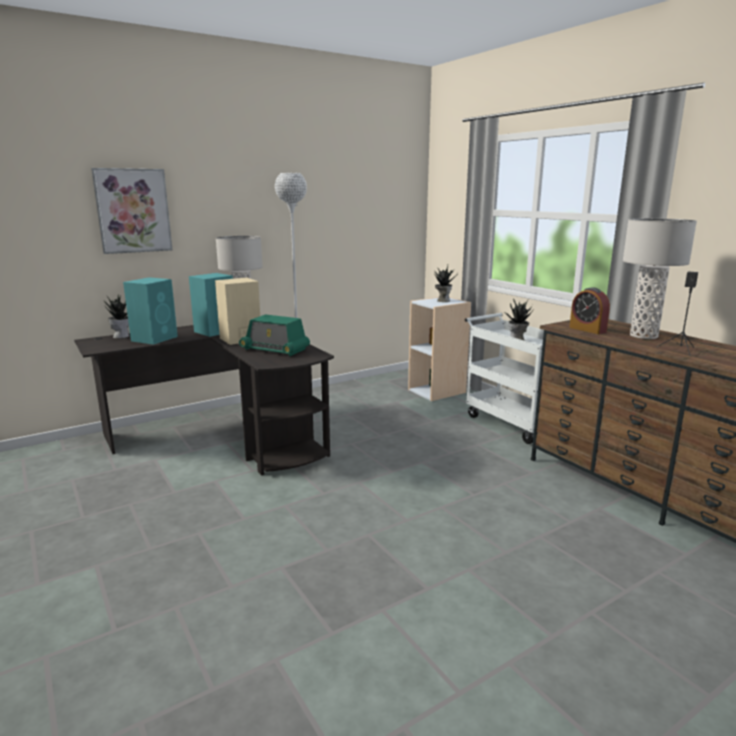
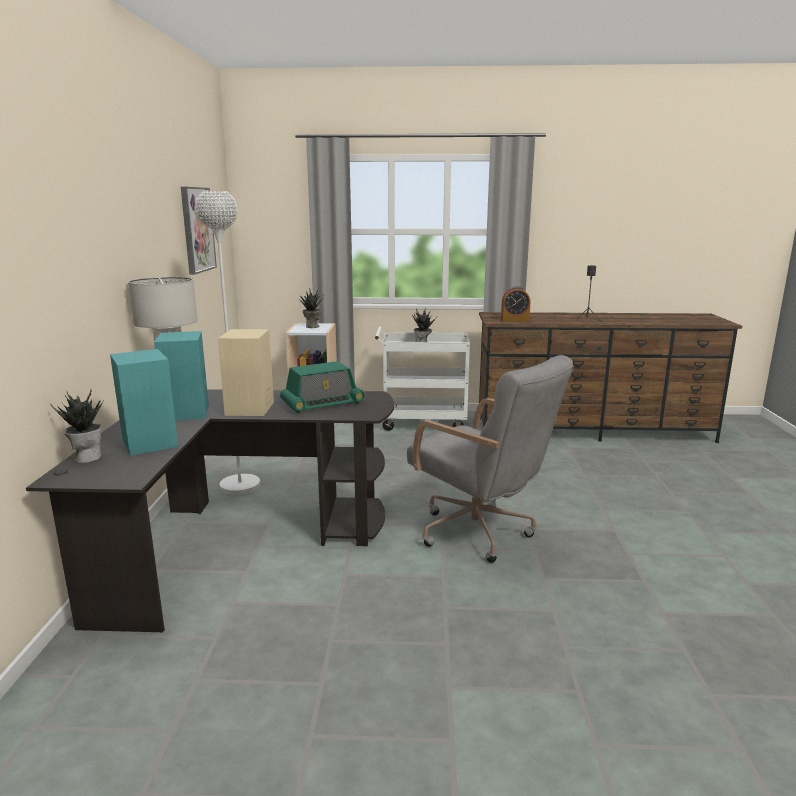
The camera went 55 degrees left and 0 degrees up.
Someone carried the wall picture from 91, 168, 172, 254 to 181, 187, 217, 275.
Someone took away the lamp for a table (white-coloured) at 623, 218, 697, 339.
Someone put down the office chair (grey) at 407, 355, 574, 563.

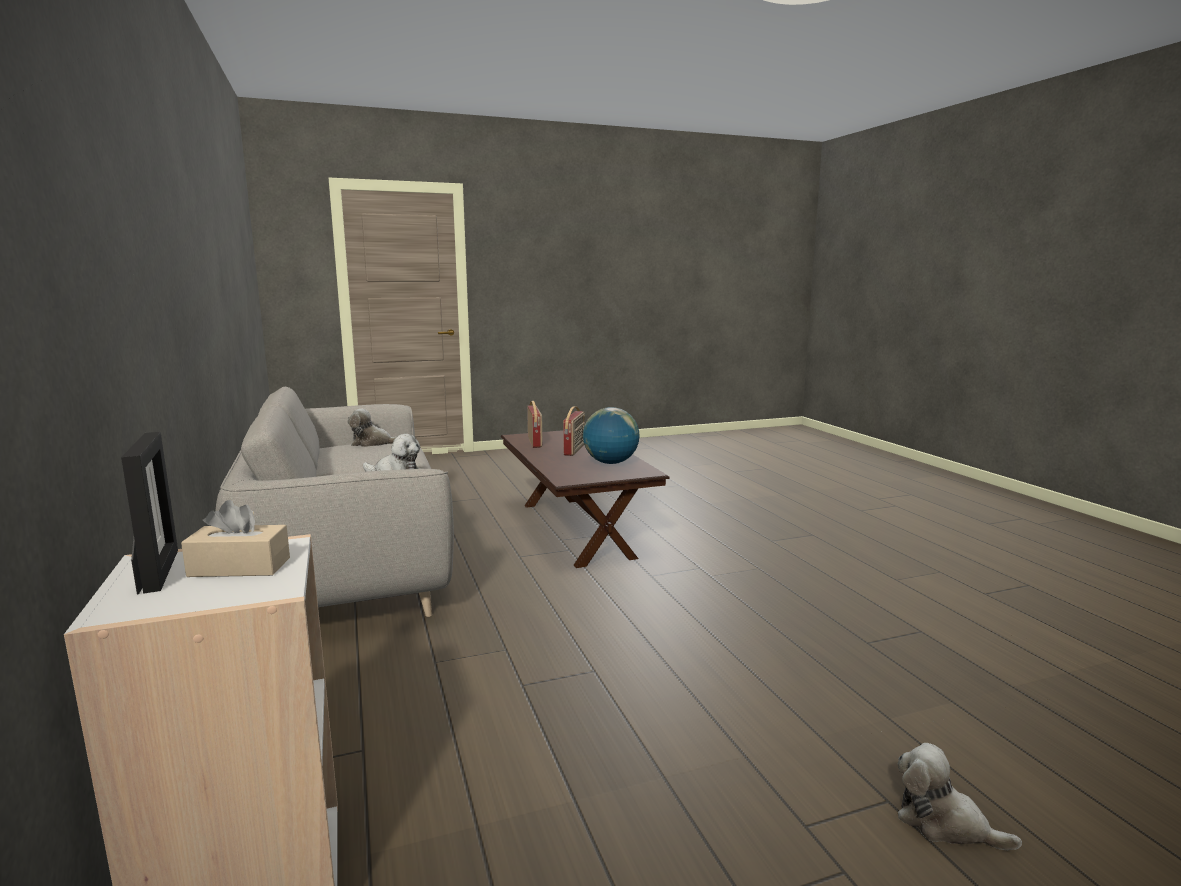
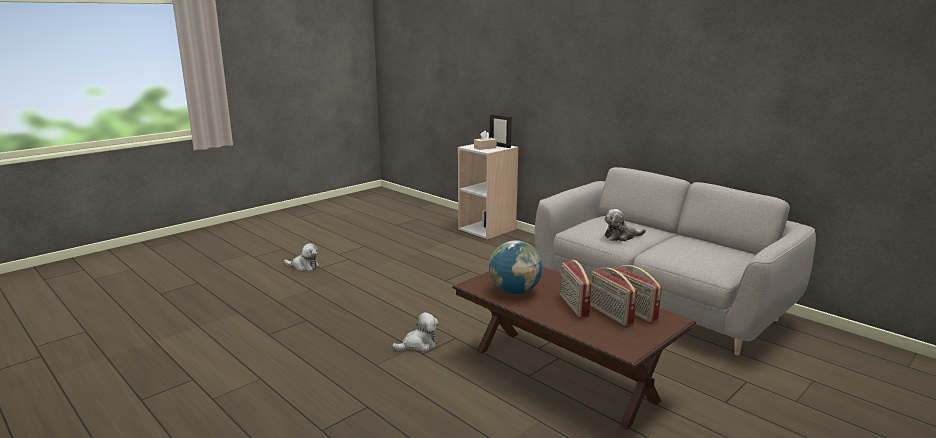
The camera went 155 degrees right and 5 degrees up.
Someone carried the cuddly toy from 348, 409, 399, 447 to 392, 312, 439, 352.
Someone put down the radio set at 590, 267, 637, 326.

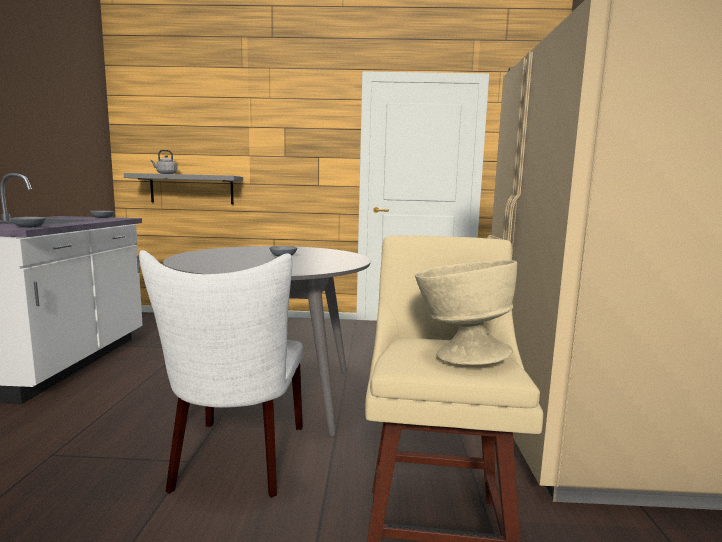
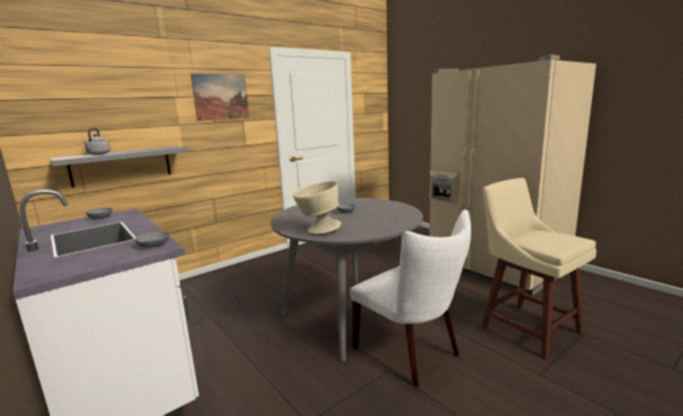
The camera went 40 degrees left and 5 degrees up.
Someone carried the deep dish (beige) from 415, 260, 517, 365 to 292, 181, 341, 234.
Someone put up the wall picture at 191, 73, 249, 121.

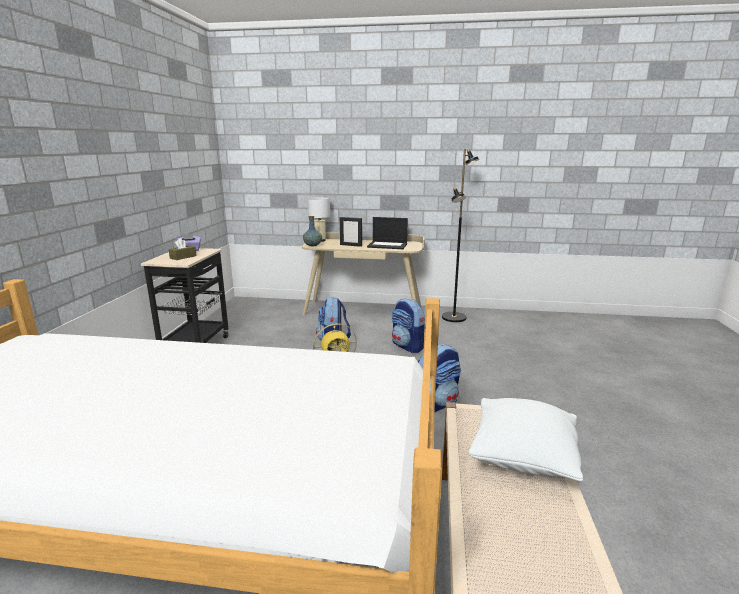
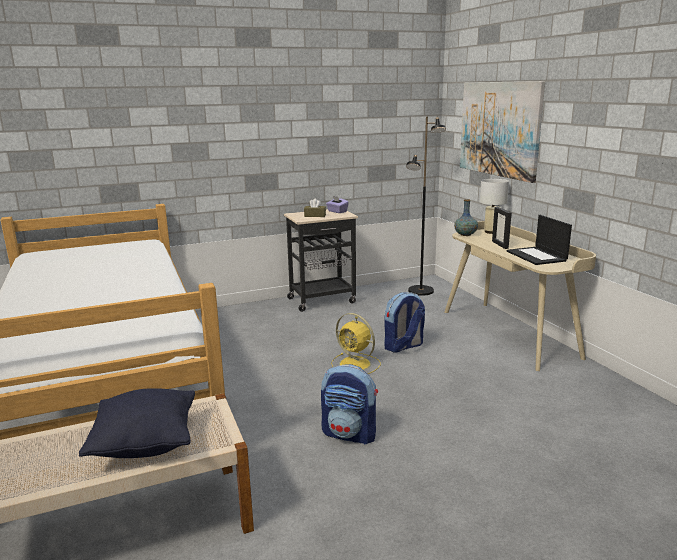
The camera went 60 degrees right and 0 degrees up.
Someone took away the rucksack at 392, 298, 425, 353.
Someone carried the standard lamp (black) from 442, 149, 480, 322 to 406, 117, 446, 296.
Someone repainted the cushion (white-coloured) at 469, 398, 583, 481, which became the cushion (black) at 79, 388, 195, 458.
Someone put up the wall picture at 460, 81, 545, 183.

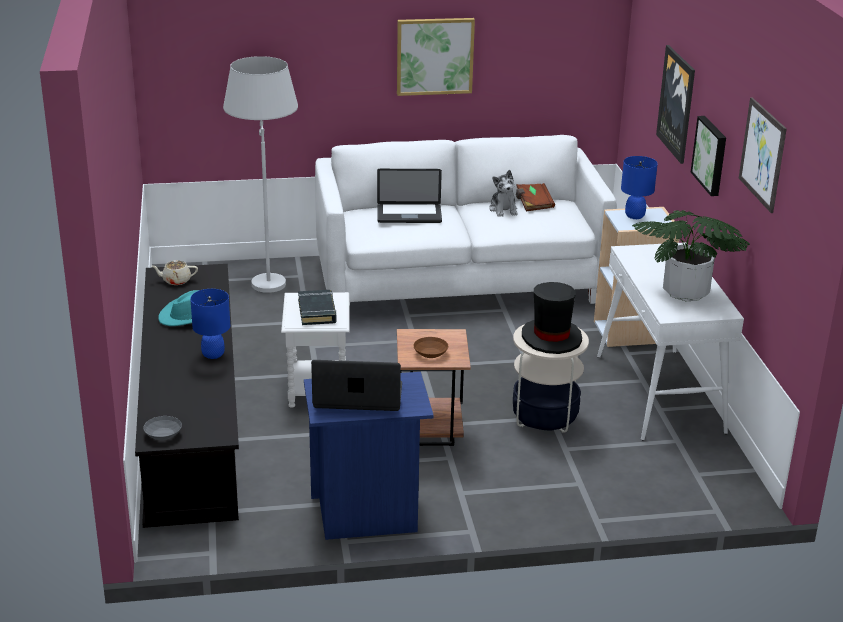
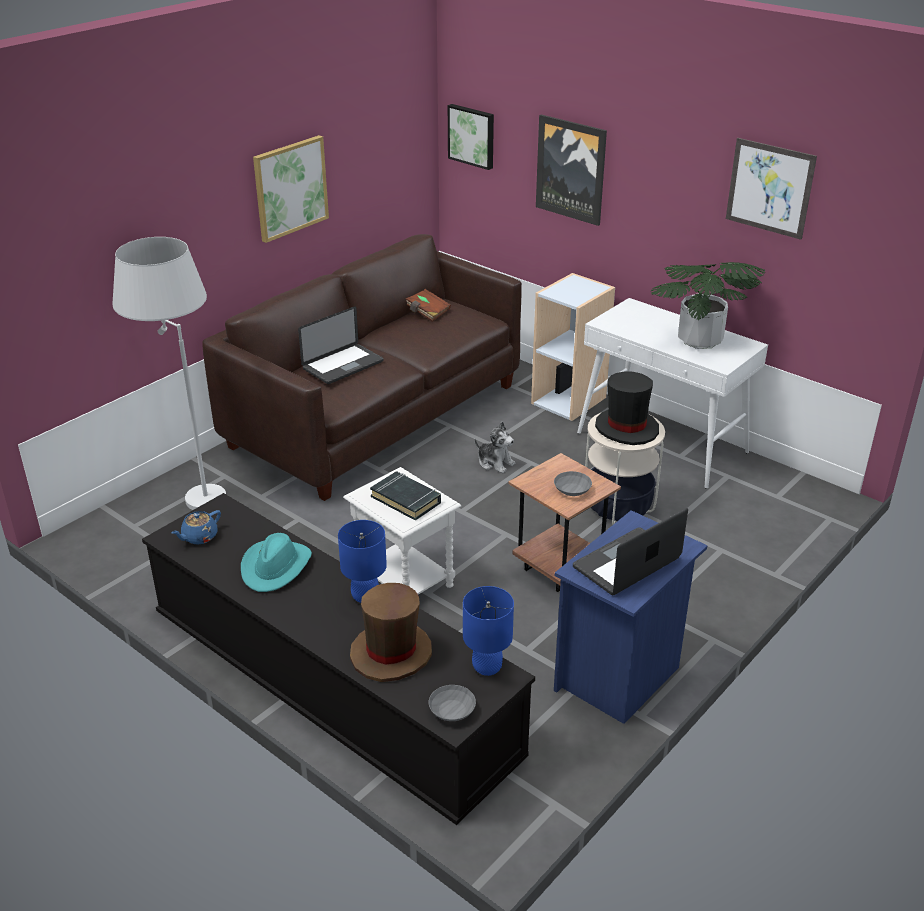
The camera went 40 degrees left and 5 degrees up.
Someone repainted the tea pot (beige) at 151, 260, 198, 285, which became the tea pot (bluish) at 171, 510, 221, 544.
Someone repainted the settee (white-coloured) at 315, 135, 616, 308, which became the settee (brown-coloured) at 203, 234, 522, 501.
Someone repainted the deep dish (brown-coloured) at 413, 337, 448, 358, which became the deep dish (grey) at 554, 471, 592, 496.
Someone carried the cuddly toy from 489, 170, 518, 217 to 475, 422, 515, 473.
Someone carried the lamp for a table (bluish) from 621, 156, 658, 219 to 463, 586, 514, 676.
Someone carried the wall picture from 691, 116, 726, 196 to 448, 104, 494, 170.
Someone put down the hat (brown-coloured) at 350, 583, 432, 682.

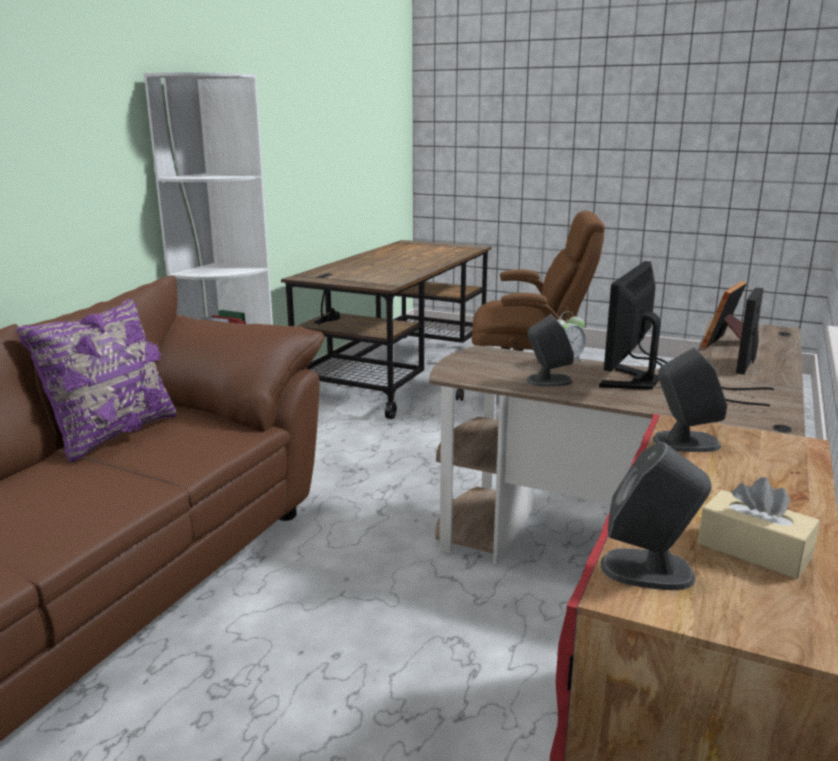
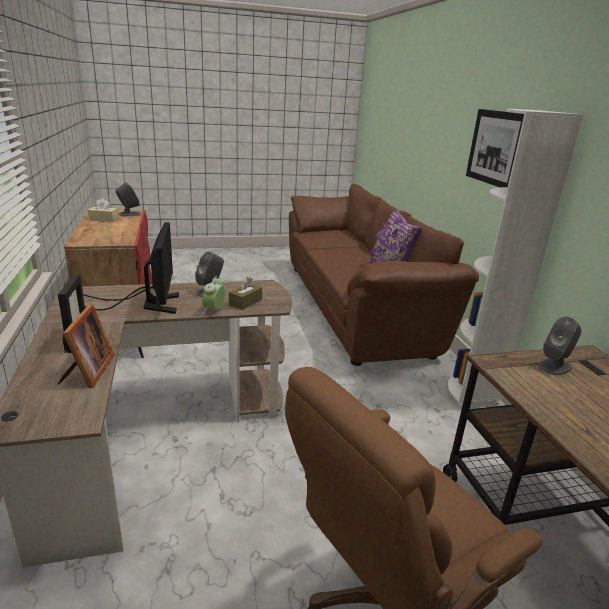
The camera went 140 degrees right and 5 degrees up.
Someone carried the loudspeaker (grey) from 653, 347, 727, 452 to 538, 316, 582, 375.
Someone put down the box of tissues (brown-coloured) at 229, 277, 262, 310.
Someone put up the wall picture at 466, 109, 524, 187.

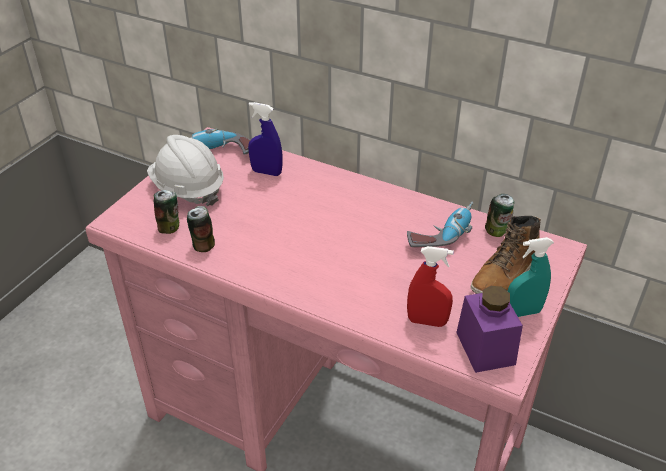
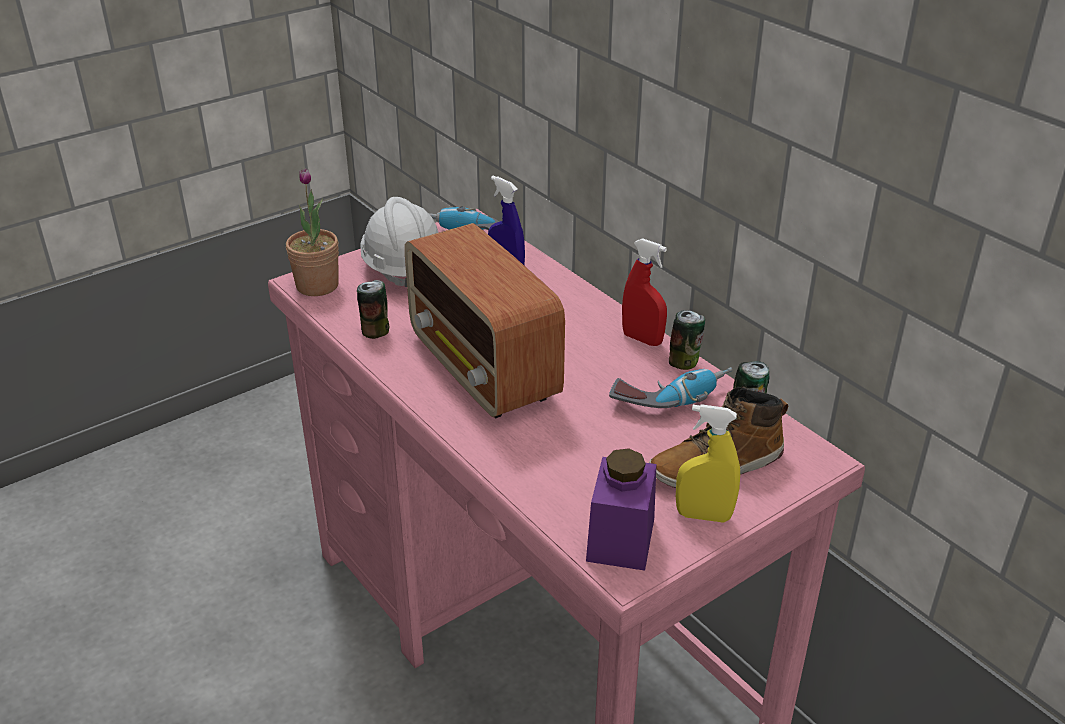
The camera went 25 degrees right and 5 degrees down.
Someone carried the can from 154, 190, 179, 234 to 669, 310, 705, 370.
Someone carried the hand sprayer (red) from 407, 246, 454, 327 to 622, 238, 667, 346.
Someone repainted the hand sprayer (blue-green) at 508, 237, 554, 317, which became the hand sprayer (yellow-coloured) at 676, 404, 740, 523.
Someone put down the houseplant at 286, 168, 339, 296.
Someone put down the radio set at 405, 223, 565, 419.

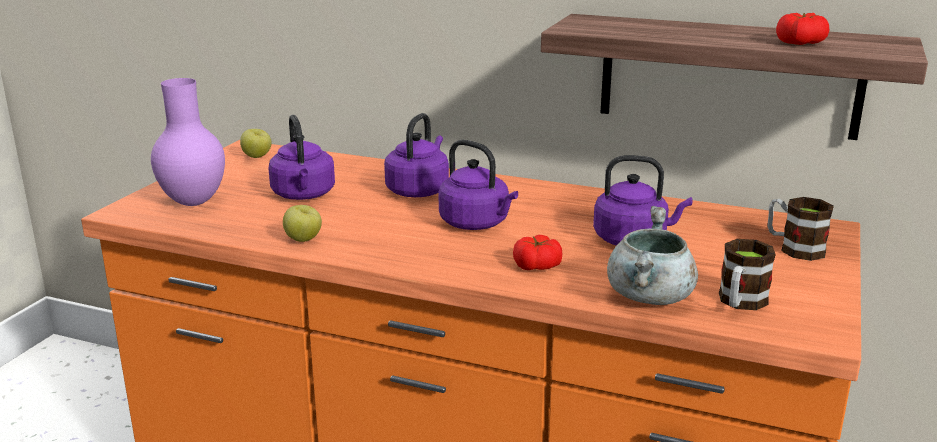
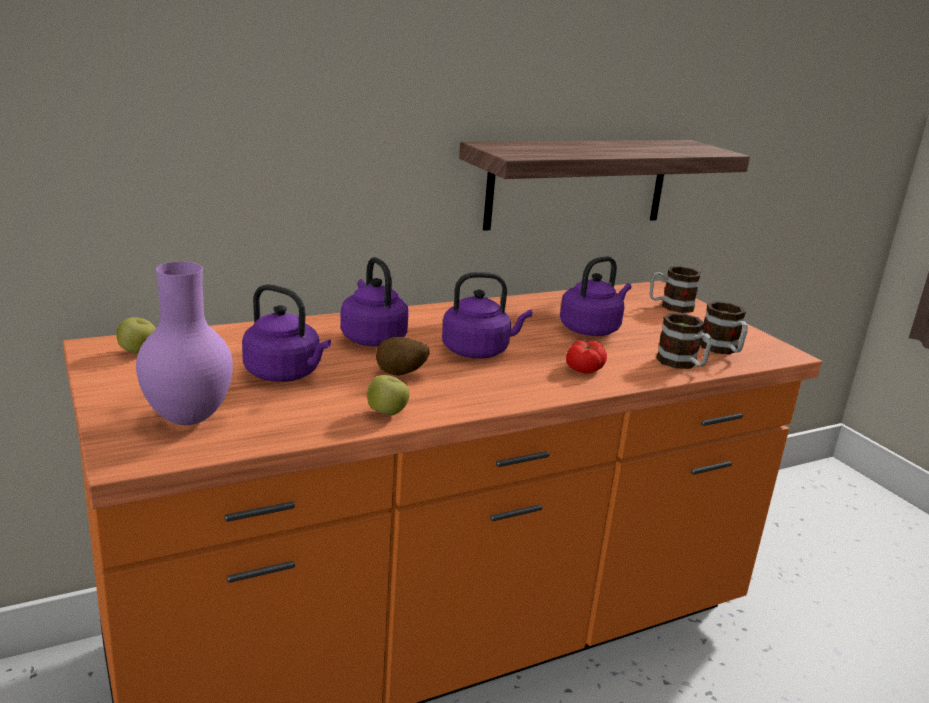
The camera went 50 degrees left and 0 degrees up.
Someone swapped the stockpot (grey) at 607, 206, 698, 305 for the tea mug at 656, 313, 712, 369.
Someone took away the fresh tomato at 776, 13, 829, 45.
Someone put down the spud at 376, 337, 430, 376.

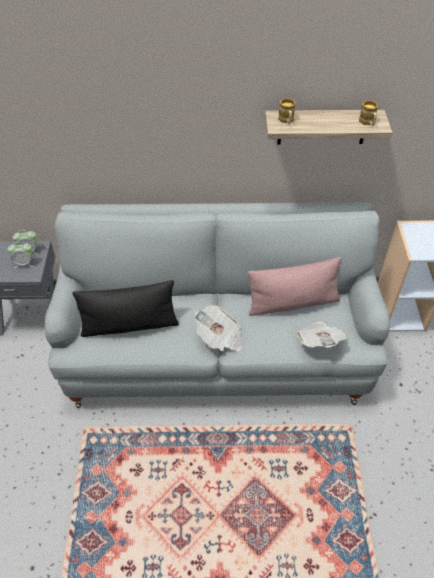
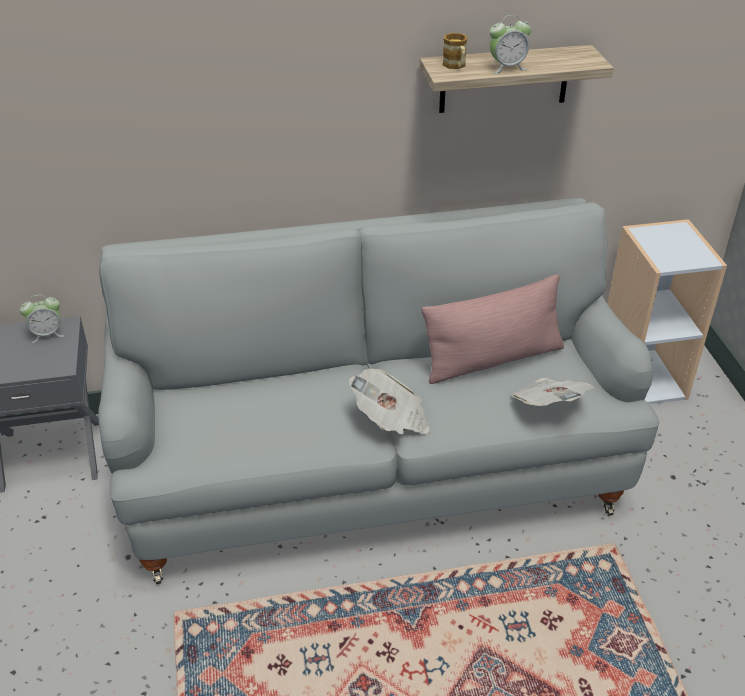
The camera went 10 degrees left and 10 degrees down.
Someone carried the bedside clock from 7, 242, 34, 268 to 490, 15, 531, 73.
Someone took away the cushion (black) at 73, 280, 179, 337.
Someone took away the tea mug at 359, 100, 378, 126.

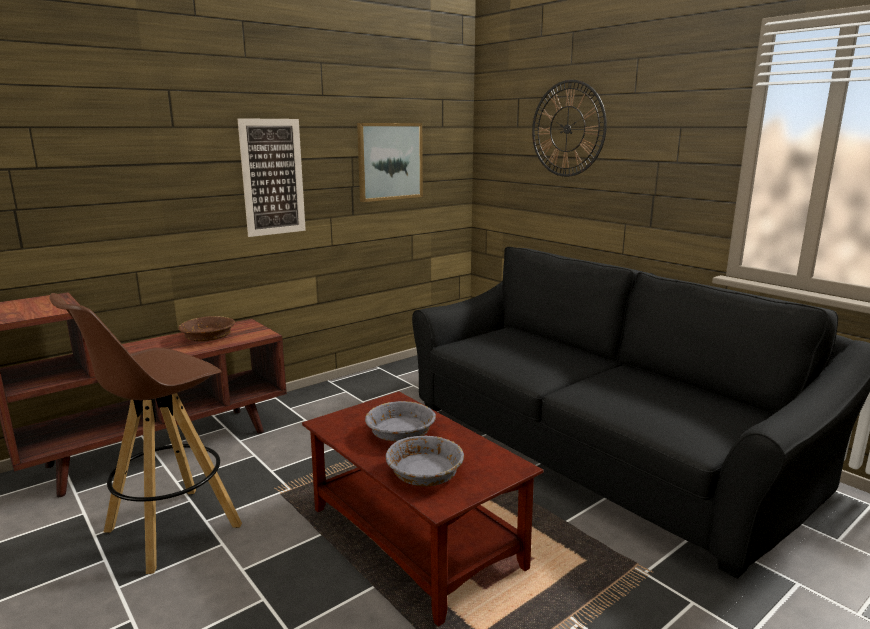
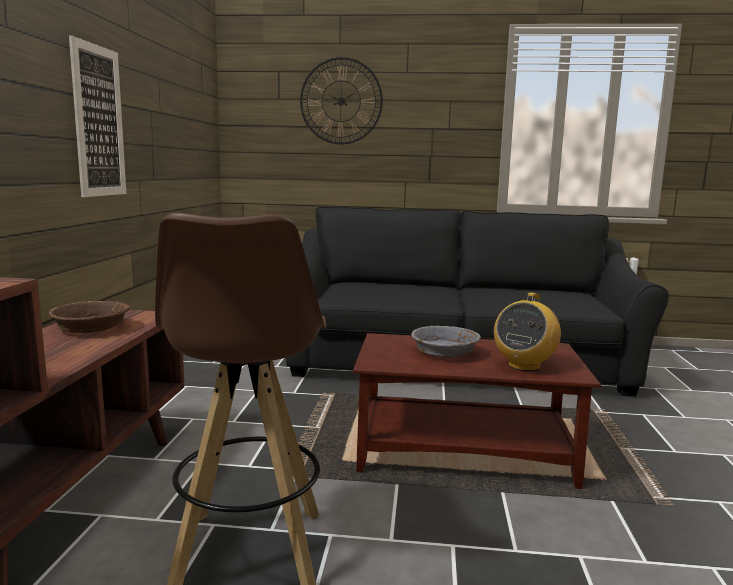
The camera went 45 degrees left and 5 degrees down.
Someone took away the wall picture at 357, 123, 423, 202.
Someone swapped the deep dish (grey) at 386, 436, 464, 486 for the radio set at 494, 292, 561, 371.

